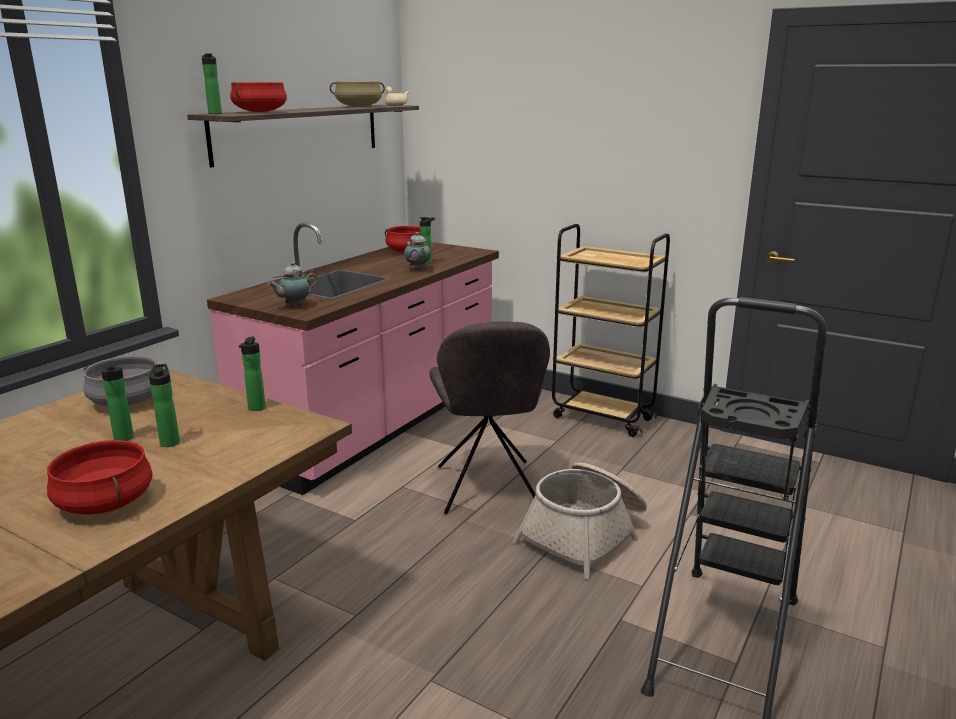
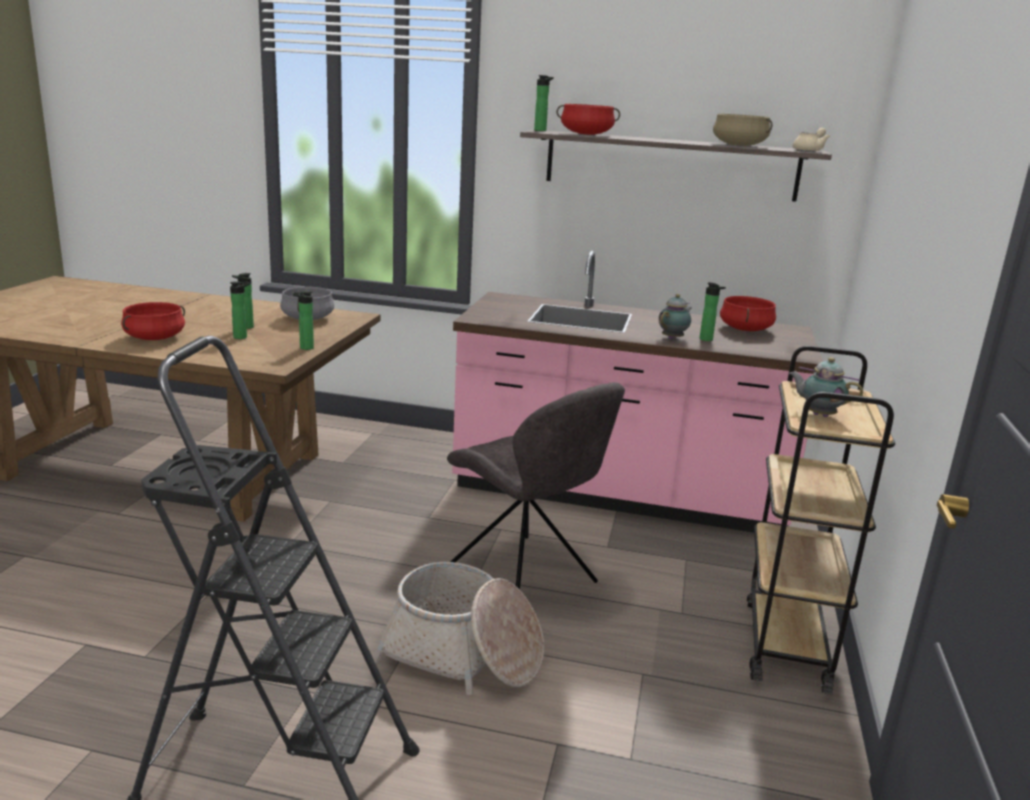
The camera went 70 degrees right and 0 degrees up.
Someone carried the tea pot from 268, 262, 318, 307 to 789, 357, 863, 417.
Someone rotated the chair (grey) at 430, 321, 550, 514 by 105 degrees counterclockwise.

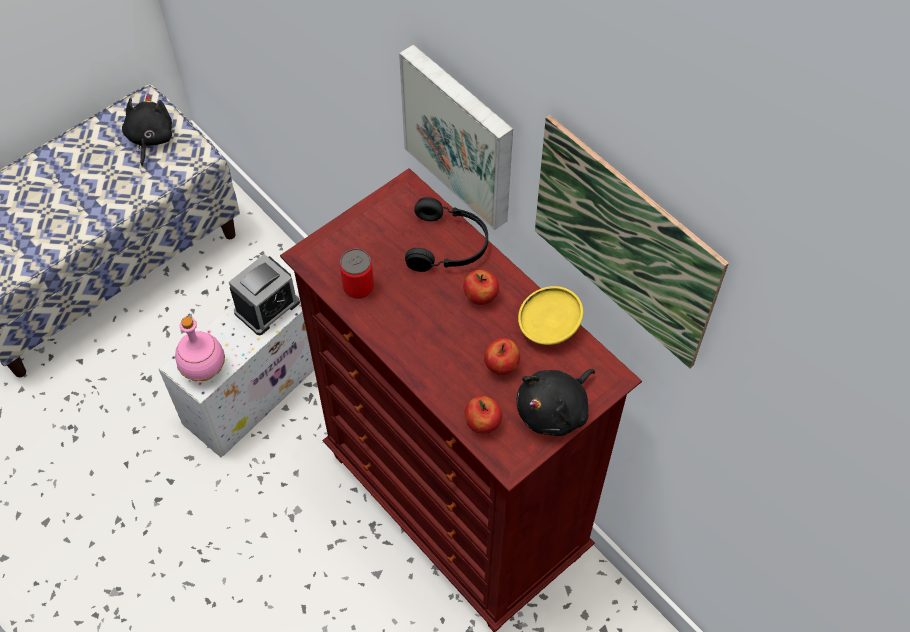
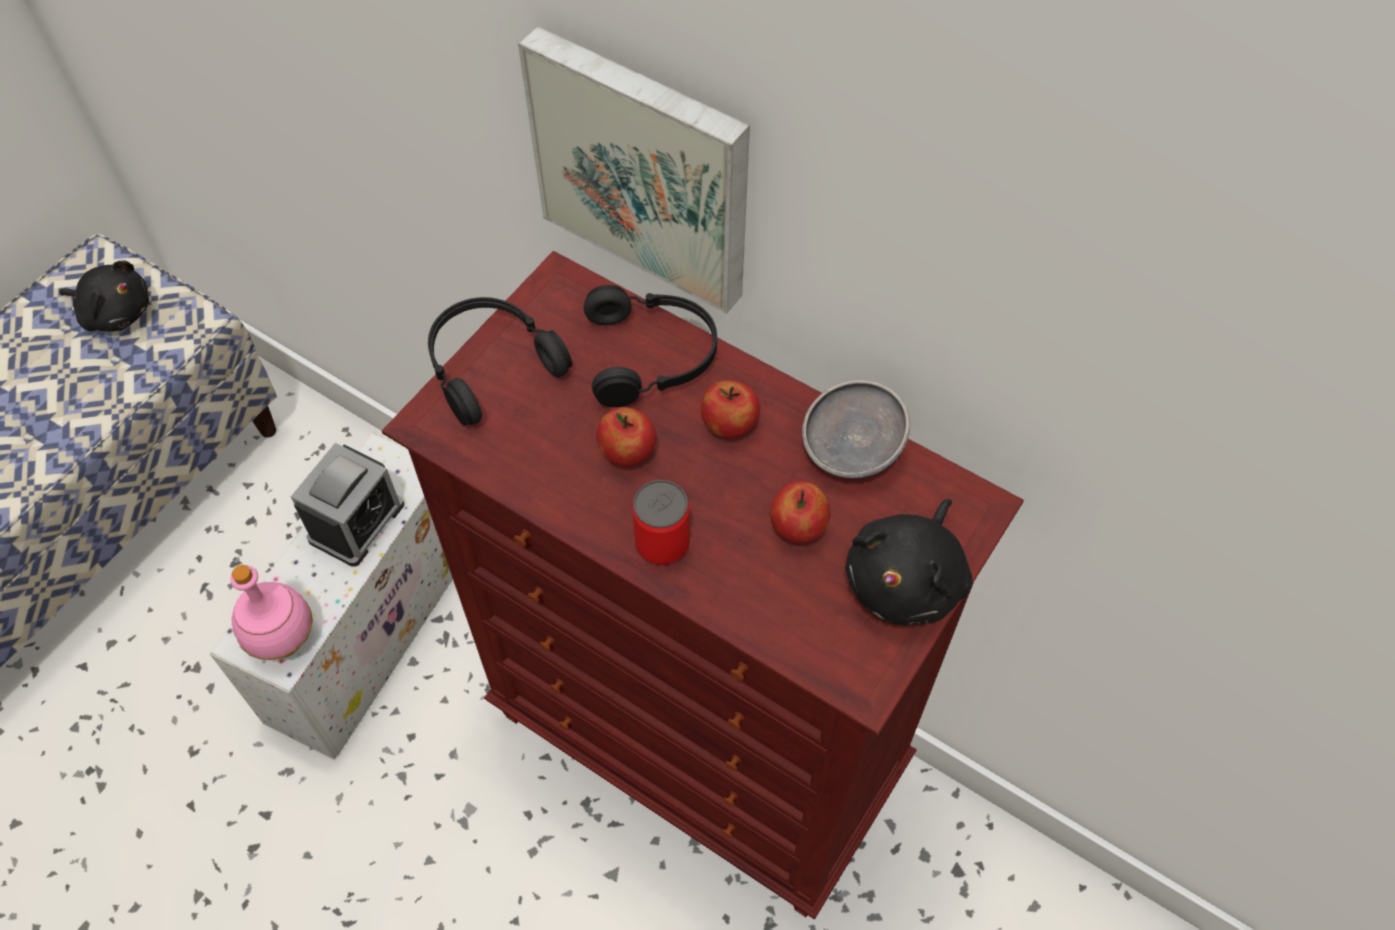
The camera went 15 degrees left and 0 degrees up.
Someone rotated the cuddly toy (black) at 122, 93, 172, 167 by 120 degrees clockwise.
Someone carried the can from 340, 249, 374, 299 to 632, 480, 690, 565.
Someone carried the whole apple from 465, 396, 502, 434 to 596, 407, 657, 467.
Someone repainted the deep dish (yellow-coloured) at 518, 286, 583, 345, which became the deep dish (grey) at 802, 380, 910, 478.
Someone took away the wall picture at 535, 115, 729, 369.
Someone put down the headset (black) at 428, 297, 572, 426.

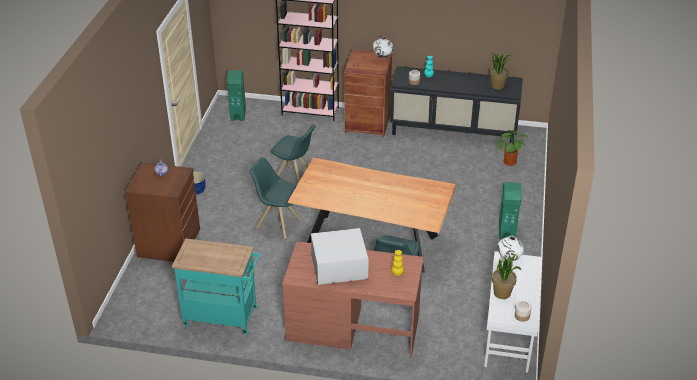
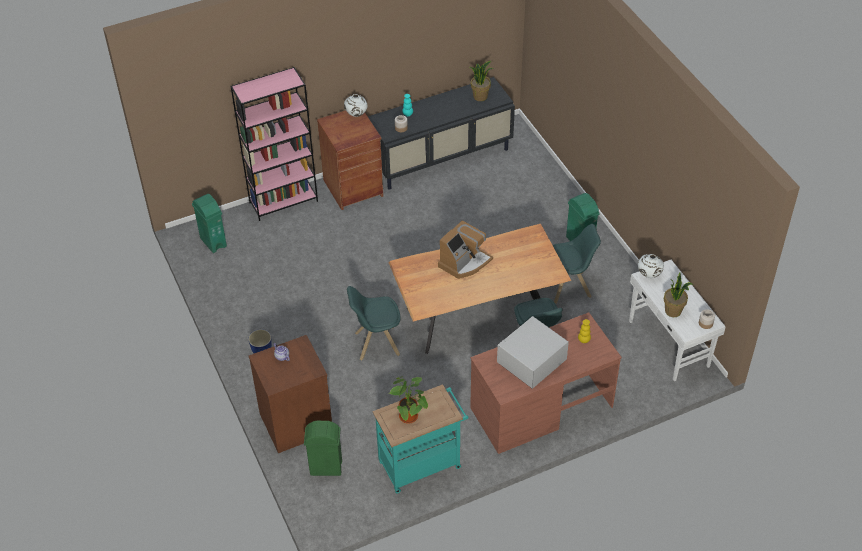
The camera went 35 degrees left and 10 degrees up.
Someone carried the chair (blue-green) from 271, 124, 316, 183 to 553, 224, 601, 304.
Someone carried the houseplant from 499, 130, 529, 166 to 389, 376, 428, 424.
Someone put down the rubbish bin (green-coloured) at 304, 421, 342, 476.
Someone put down the coffee maker at 438, 220, 493, 279.

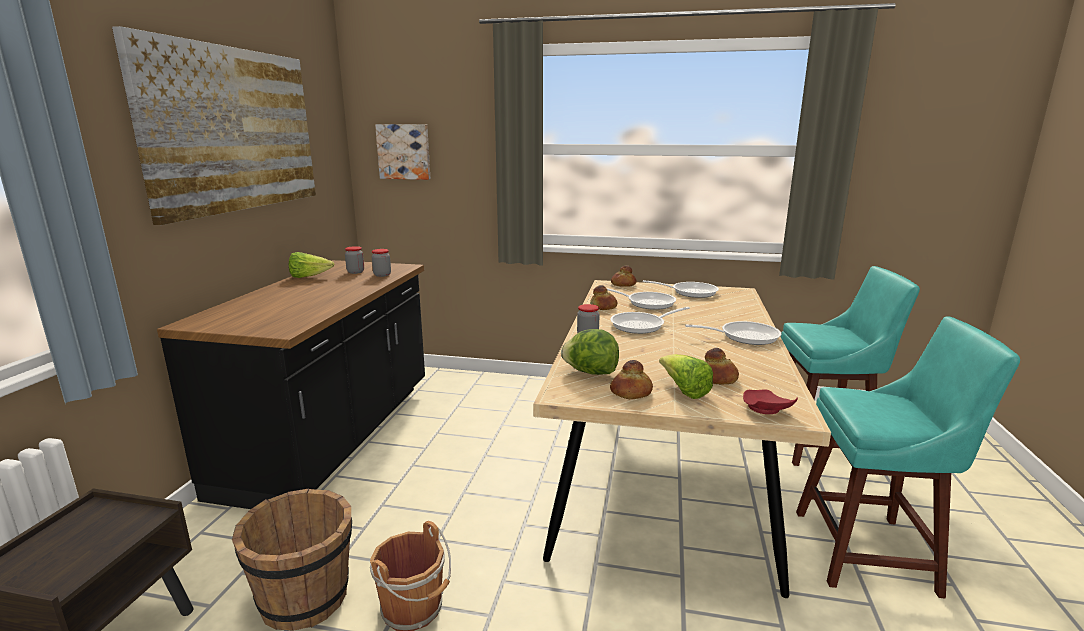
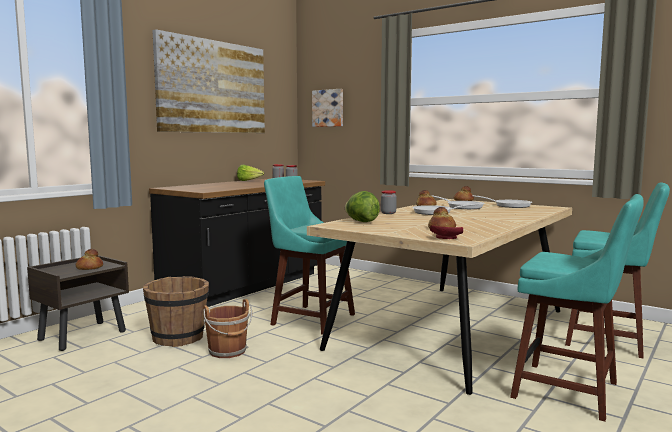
The camera went 25 degrees right and 10 degrees down.
Someone carried the bakery bread from 610, 360, 653, 399 to 76, 249, 103, 270.
Someone took away the lettuce at 659, 354, 713, 399.
Someone took away the frying pan at 685, 321, 781, 345.
Someone put down the chair (blue-green) at 264, 176, 355, 335.

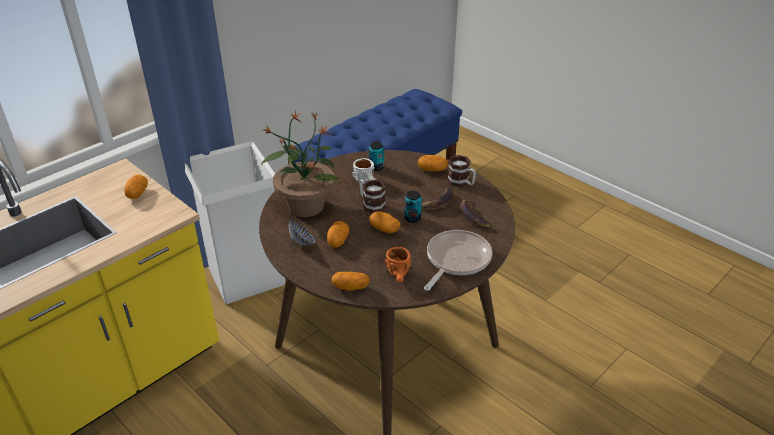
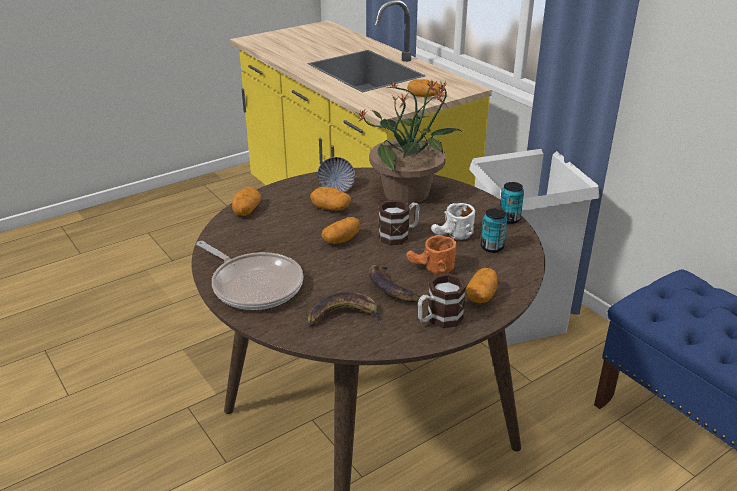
The camera went 100 degrees right and 5 degrees down.
Someone carried the tea mug (orange-coloured) from 385, 247, 411, 283 to 406, 235, 457, 275.
Someone carried the can from 404, 191, 422, 223 to 499, 182, 524, 224.

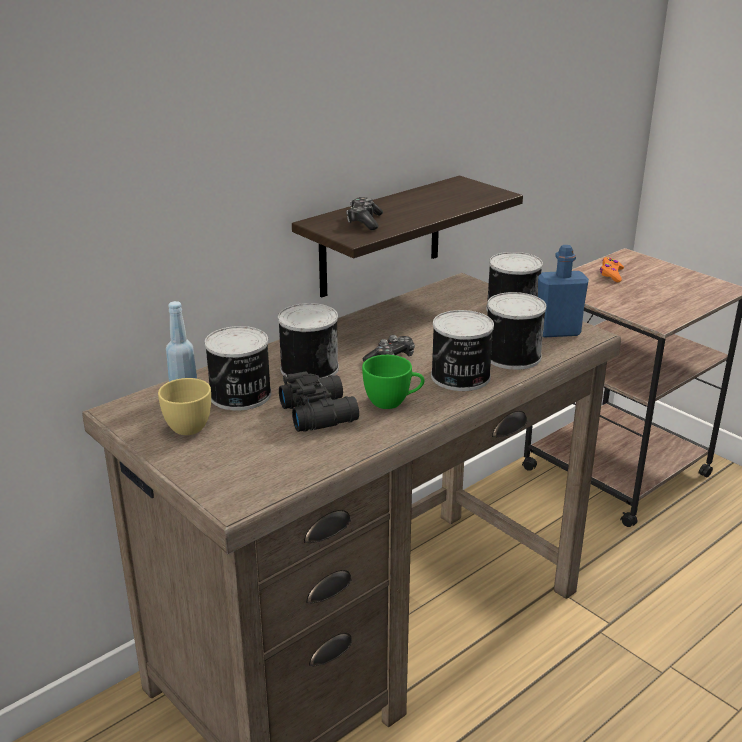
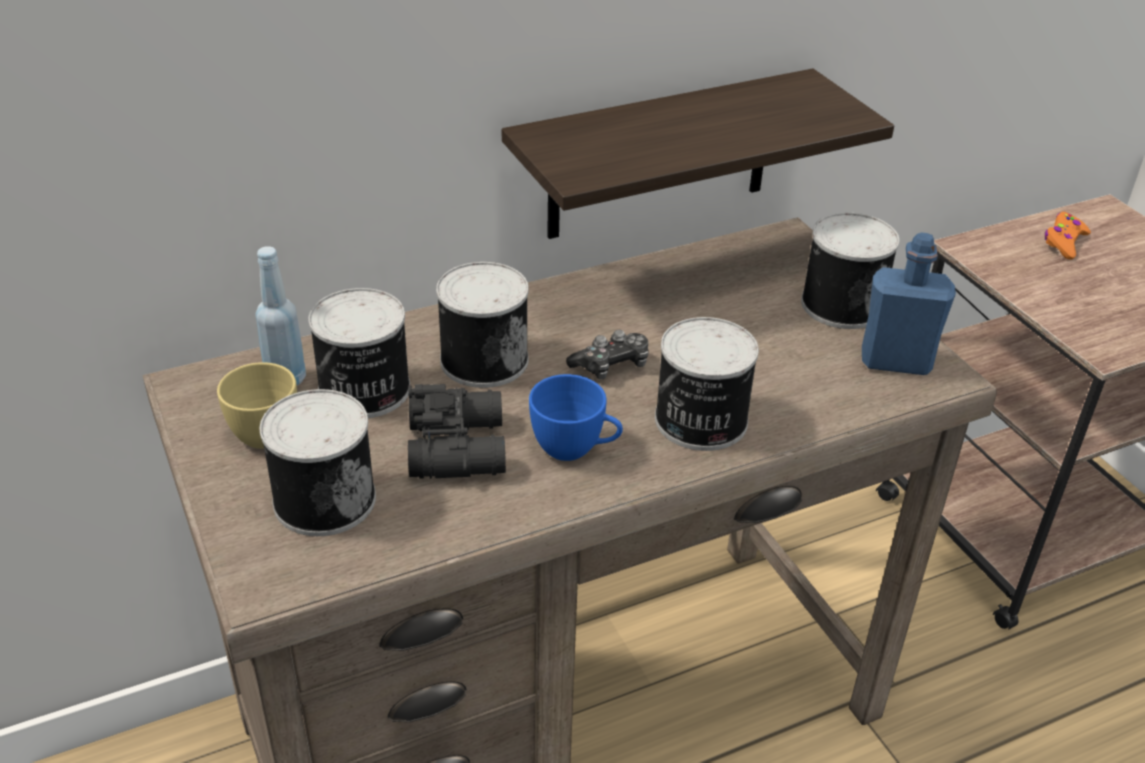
The camera went 15 degrees right and 10 degrees up.
Someone took away the game controller at 346, 197, 383, 230.
Someone repainted the cup (green-coloured) at 362, 355, 425, 409, which became the cup (bluish) at 529, 374, 623, 461.
Someone carried the can from 487, 292, 546, 370 to 260, 389, 376, 536.

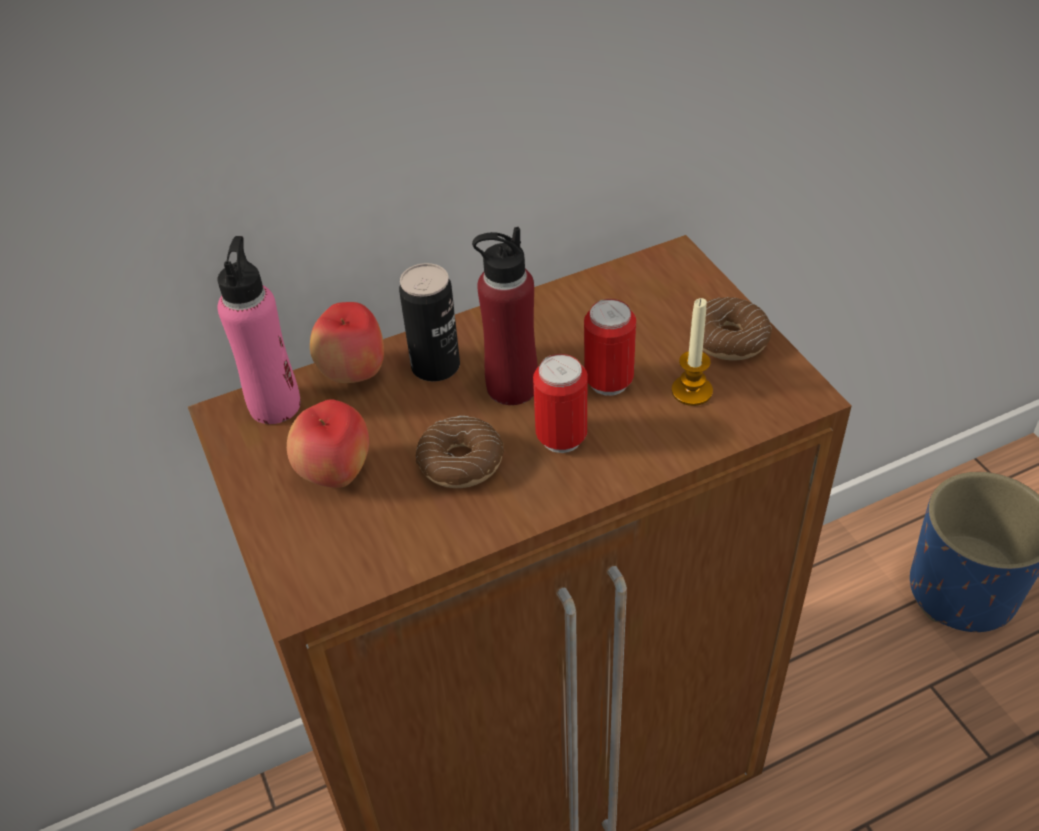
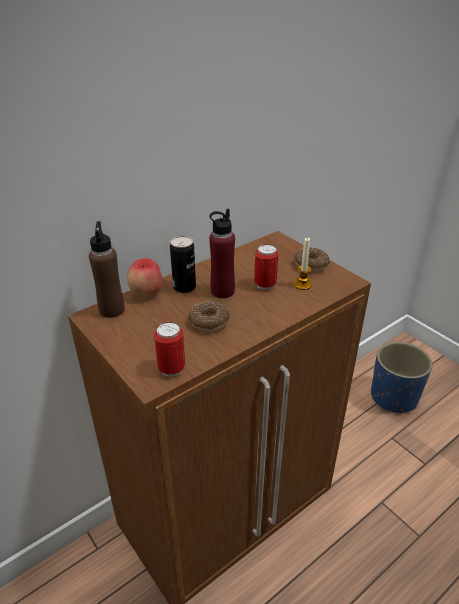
The camera went 15 degrees left and 10 degrees down.
Someone repainted the beverage bottle (pink) at 217, 236, 301, 424, which became the beverage bottle (brown-coloured) at 89, 221, 125, 318.
Someone took away the whole apple at 287, 399, 369, 488.
Someone carried the can from 533, 354, 588, 453 to 154, 322, 185, 377.

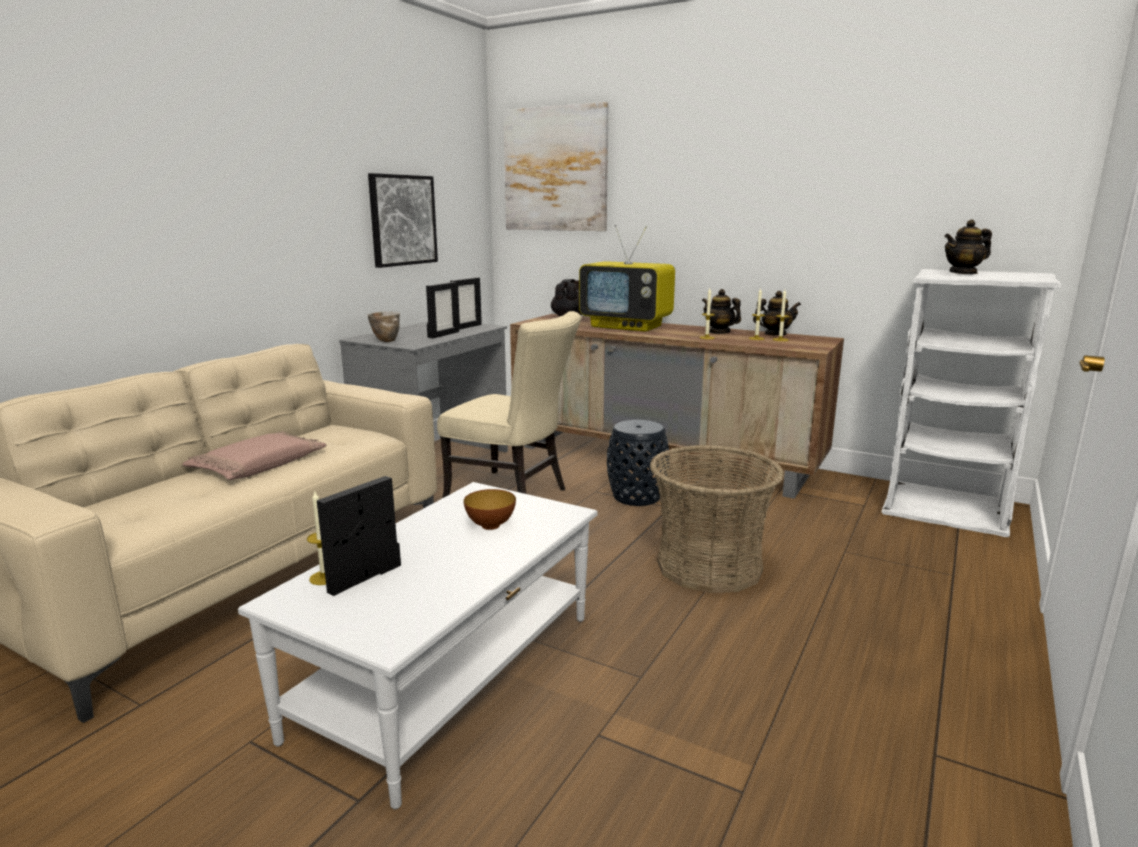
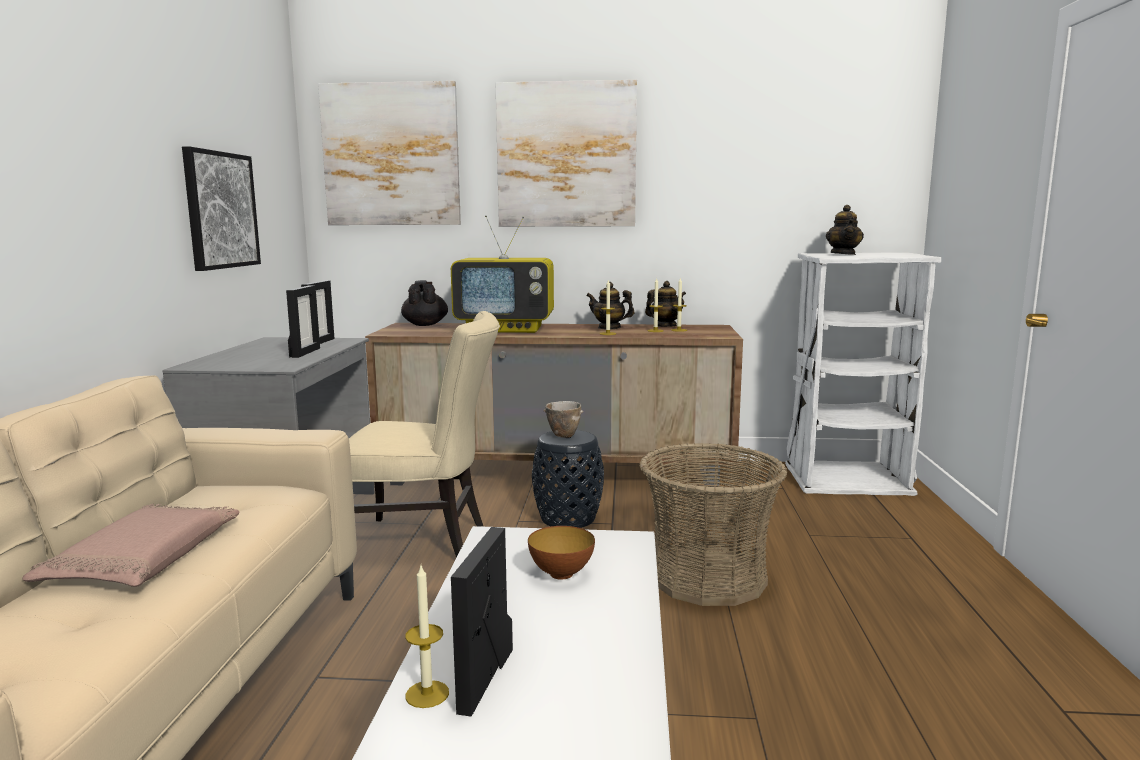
The camera went 25 degrees left and 5 degrees down.
Someone carried the deep dish from 368, 312, 400, 342 to 543, 401, 584, 438.
Someone rotated the tea pot at 944, 219, 992, 274 by 45 degrees counterclockwise.
Someone put up the wall picture at 495, 80, 637, 227.

